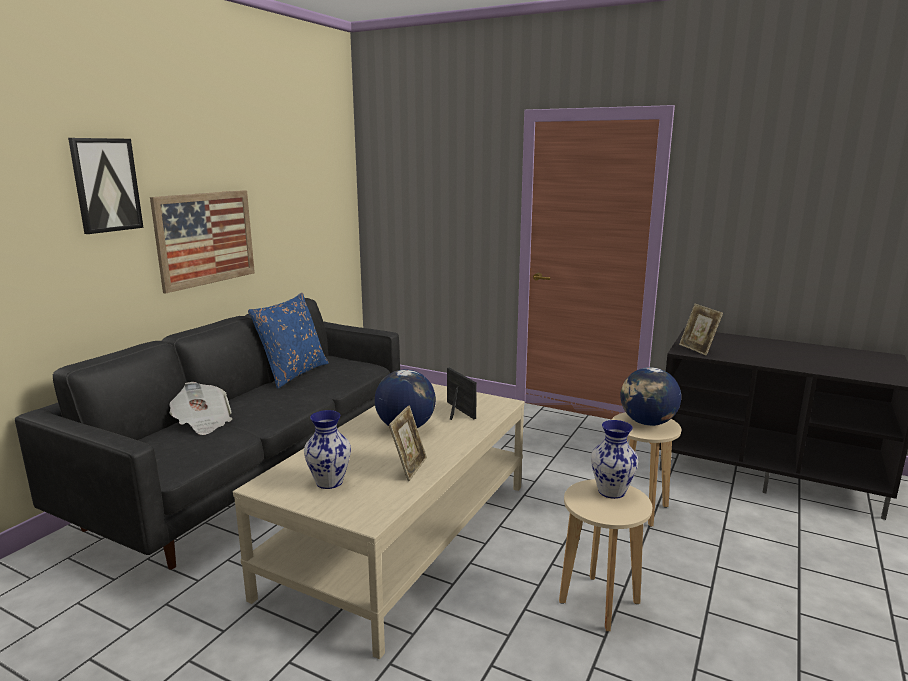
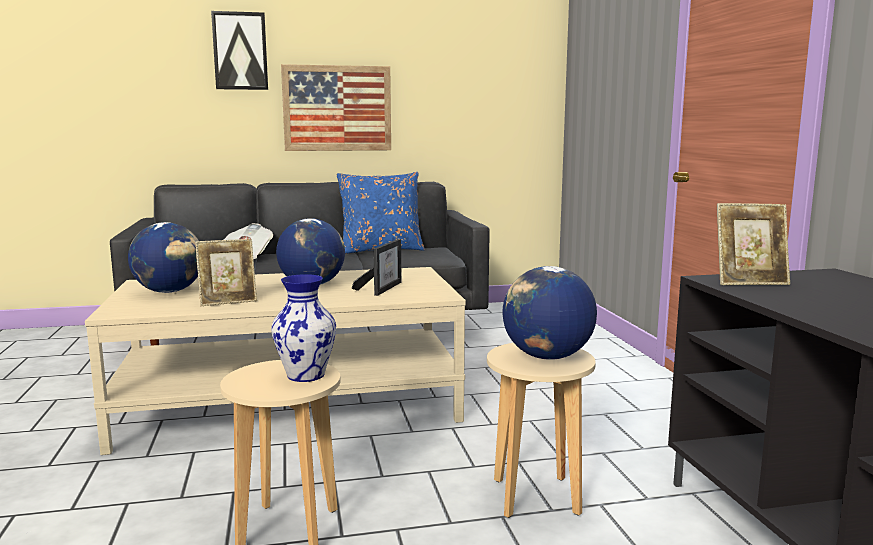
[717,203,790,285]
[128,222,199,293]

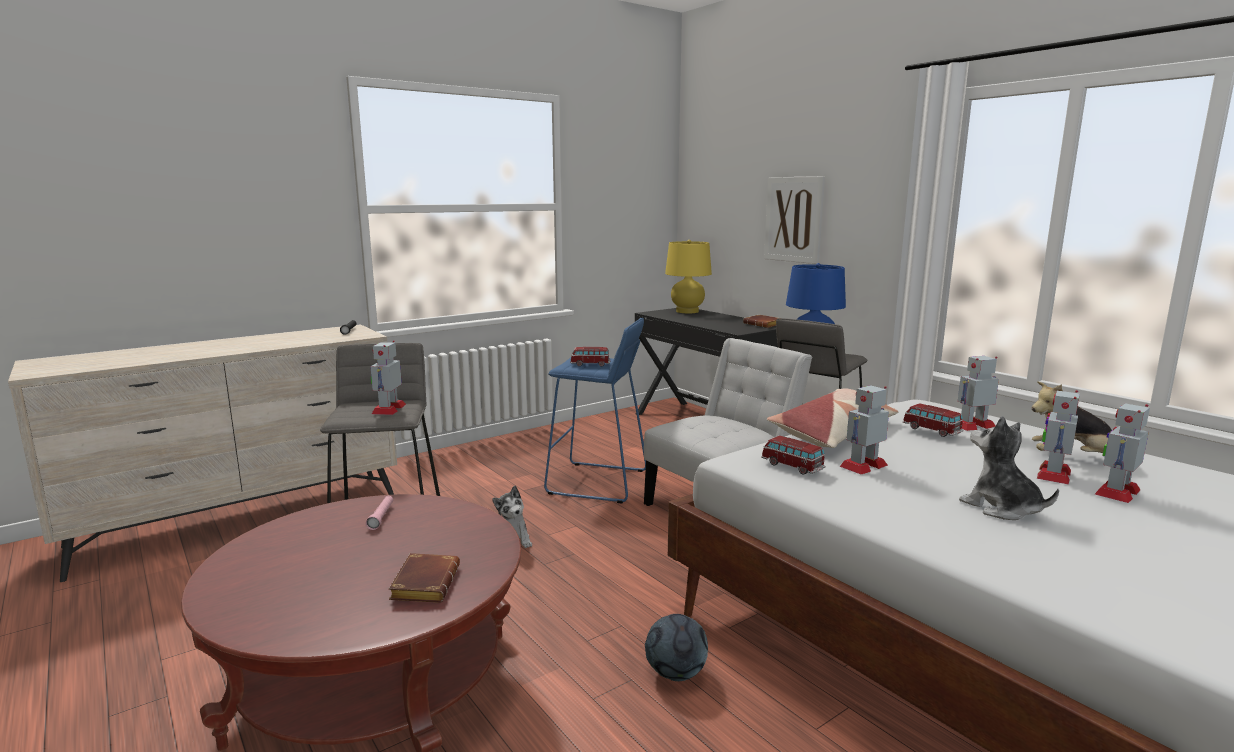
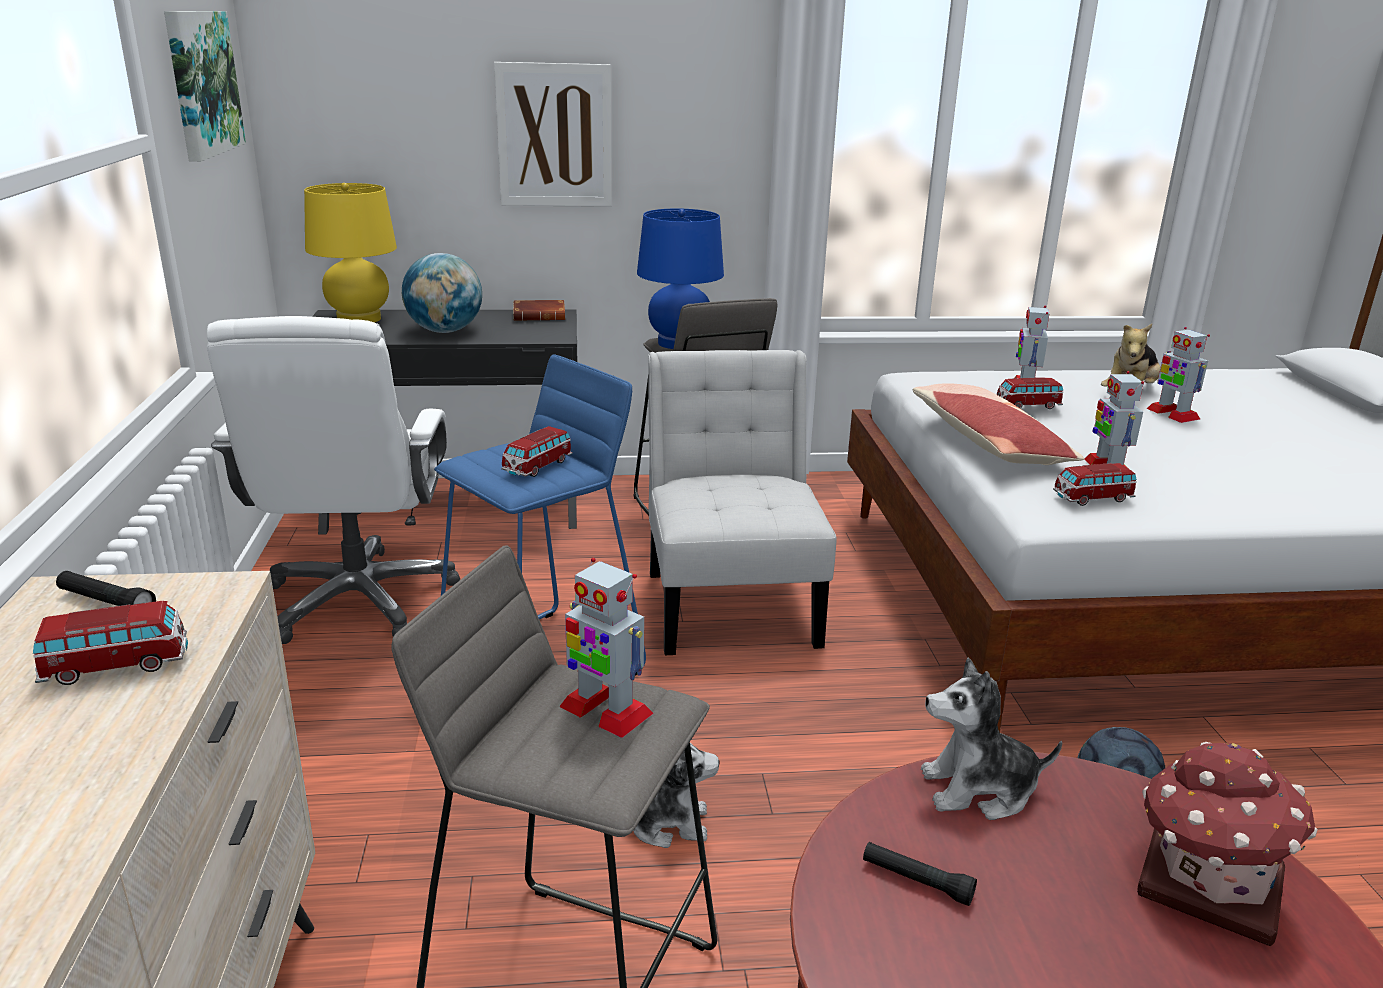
[1095,403,1150,503] (first image)
[921,658,1062,820]
[863,842,977,906]
[1137,742,1318,946]
[164,11,246,162]
[402,253,482,333]
[207,316,460,644]
[33,601,188,685]

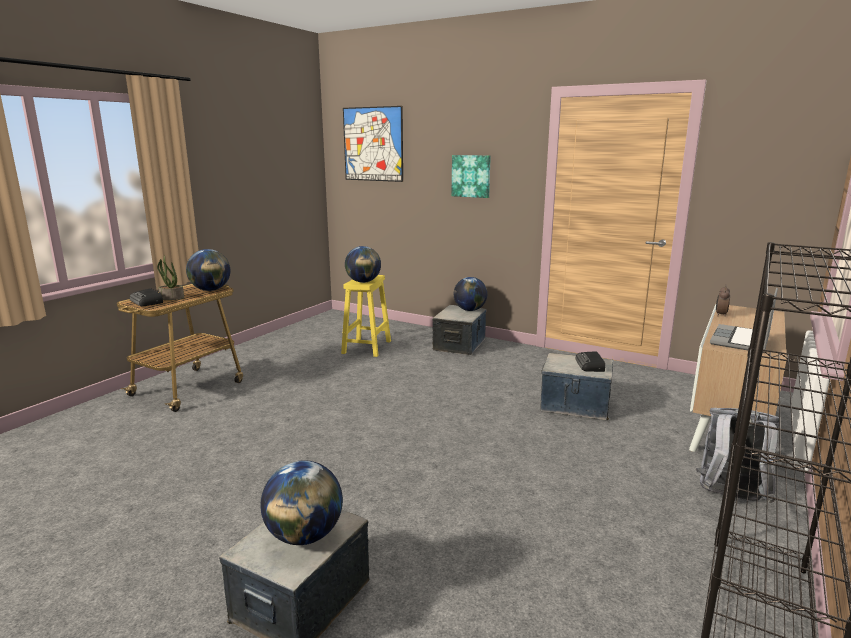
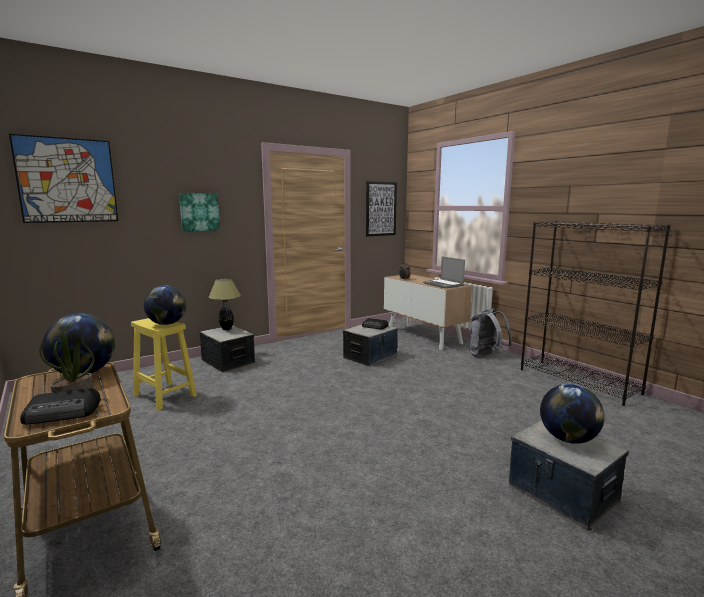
[209,278,241,330]
[366,181,397,236]

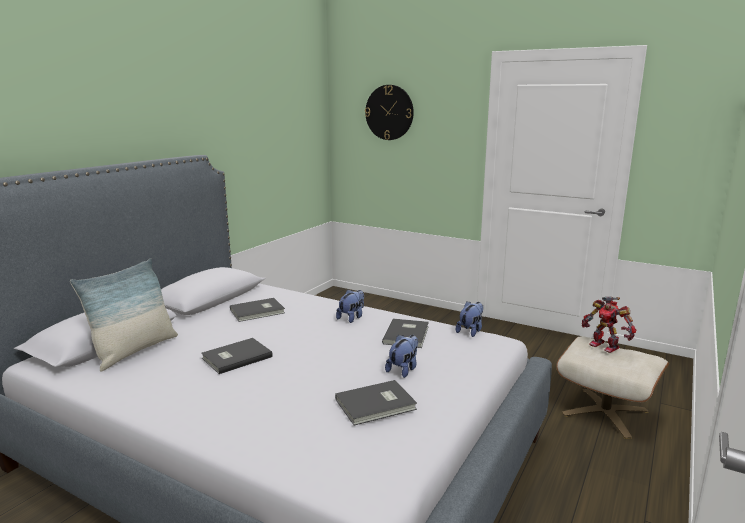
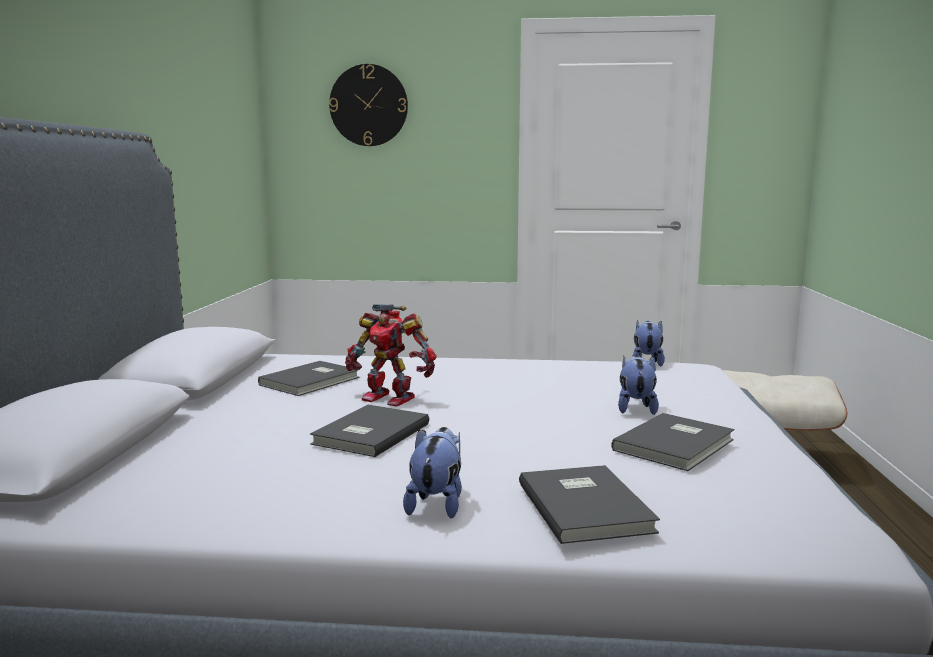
[70,258,178,372] (first image)
[403,427,462,518]
[345,304,436,406]
[519,465,660,544]

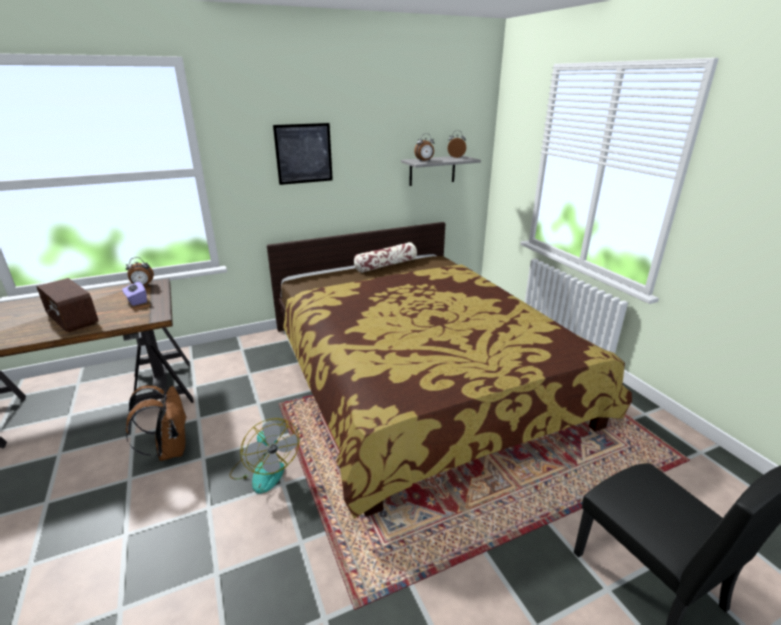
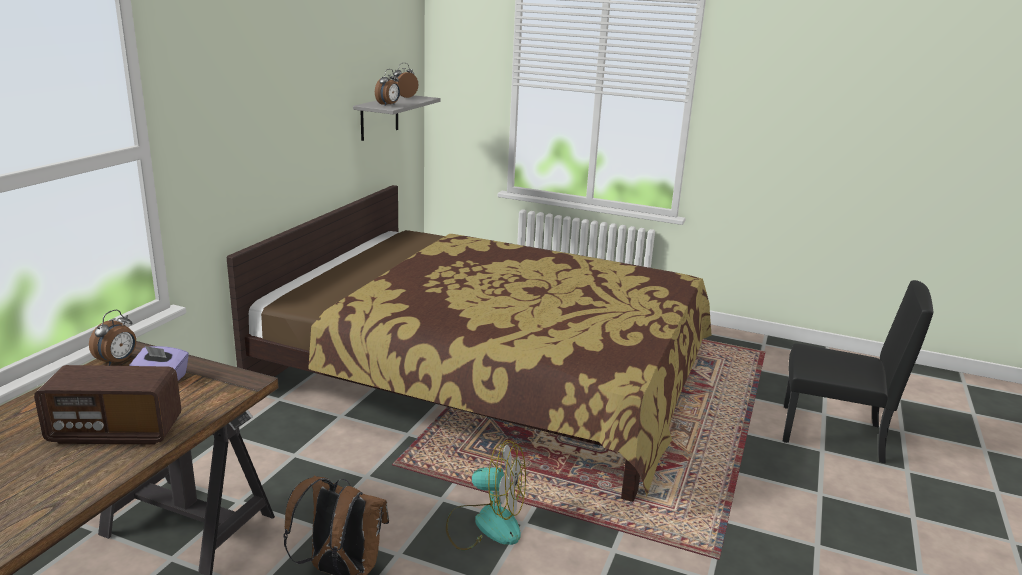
[273,123,333,185] (first image)
[354,242,417,273] (first image)

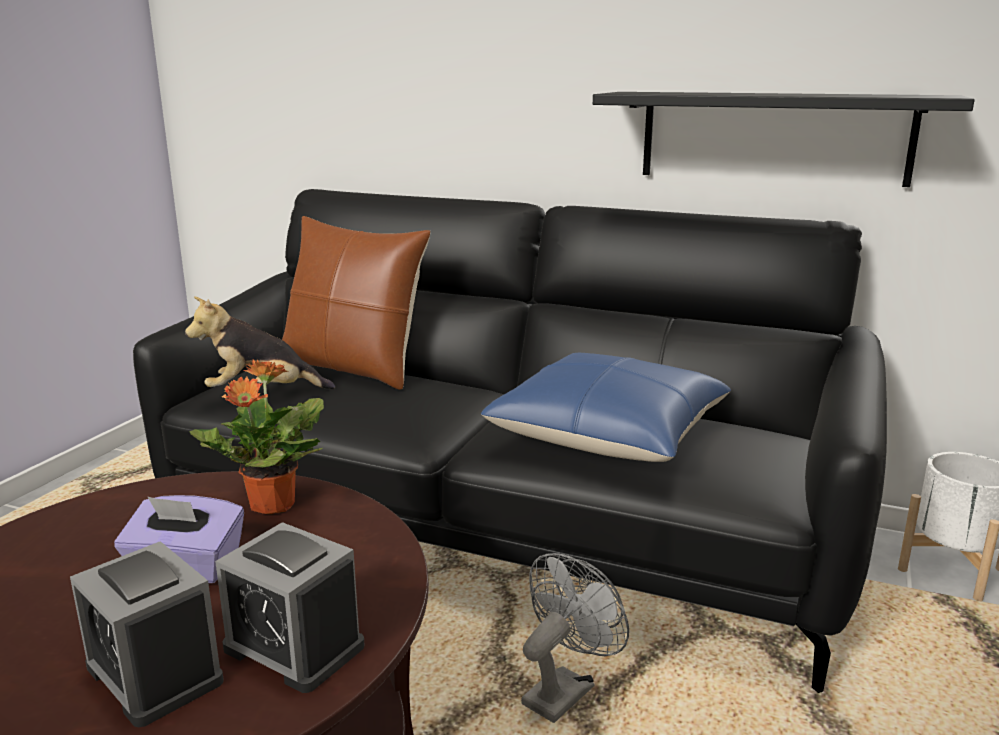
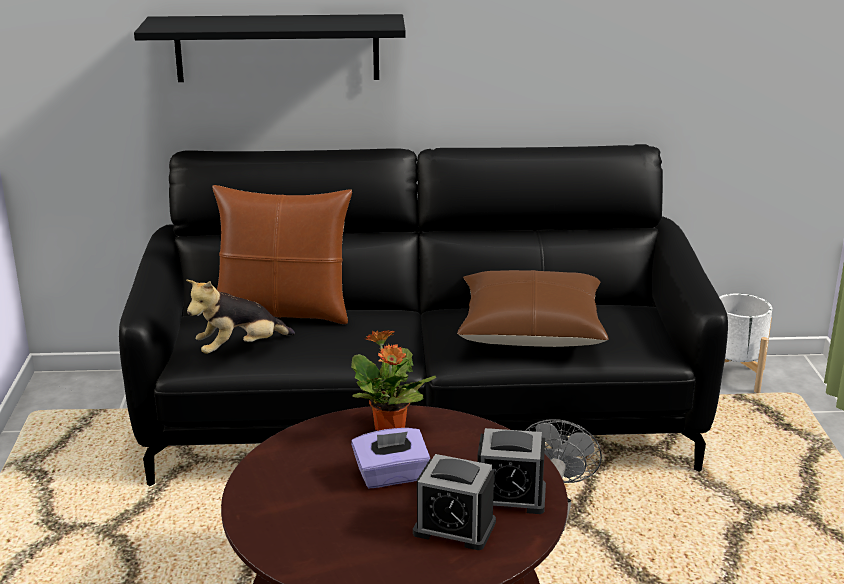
[134,14,406,82]
[457,270,609,347]

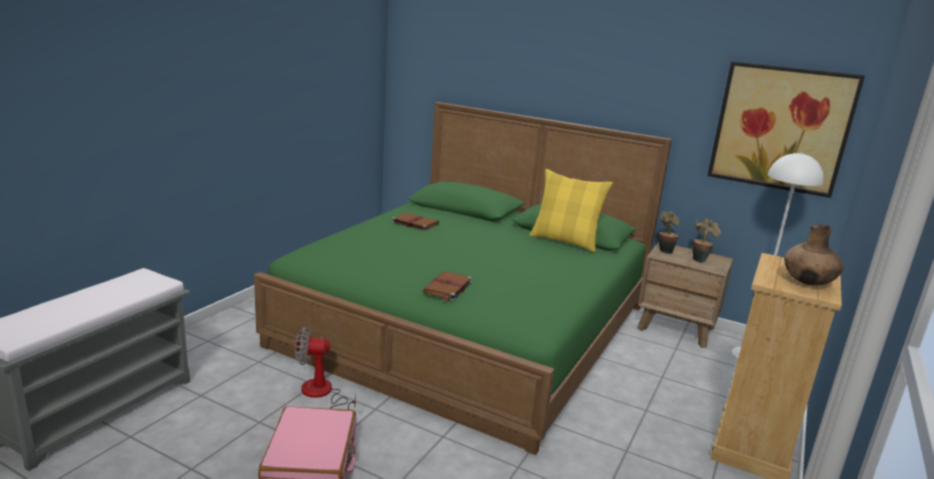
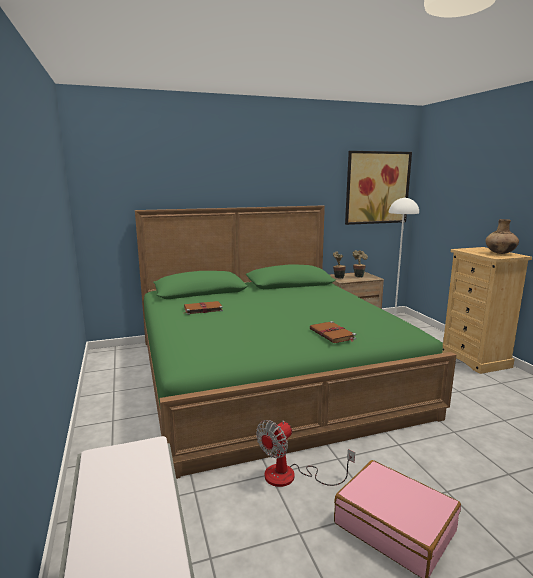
[529,169,613,252] (first image)

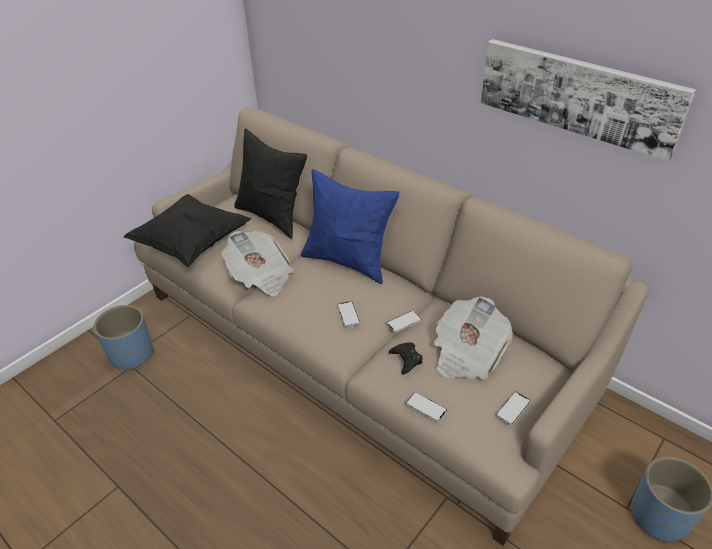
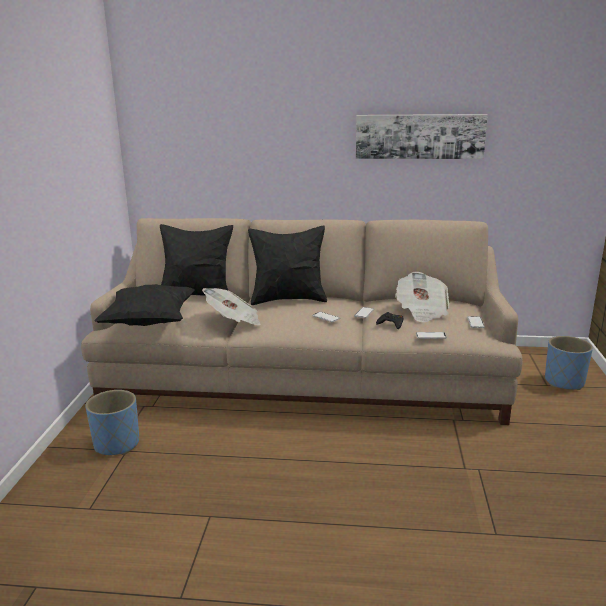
[248,225,327,305]

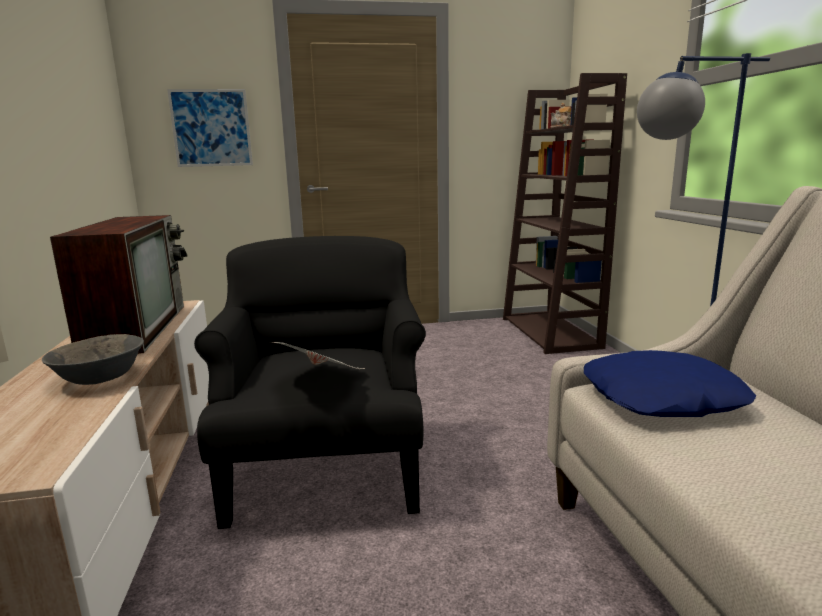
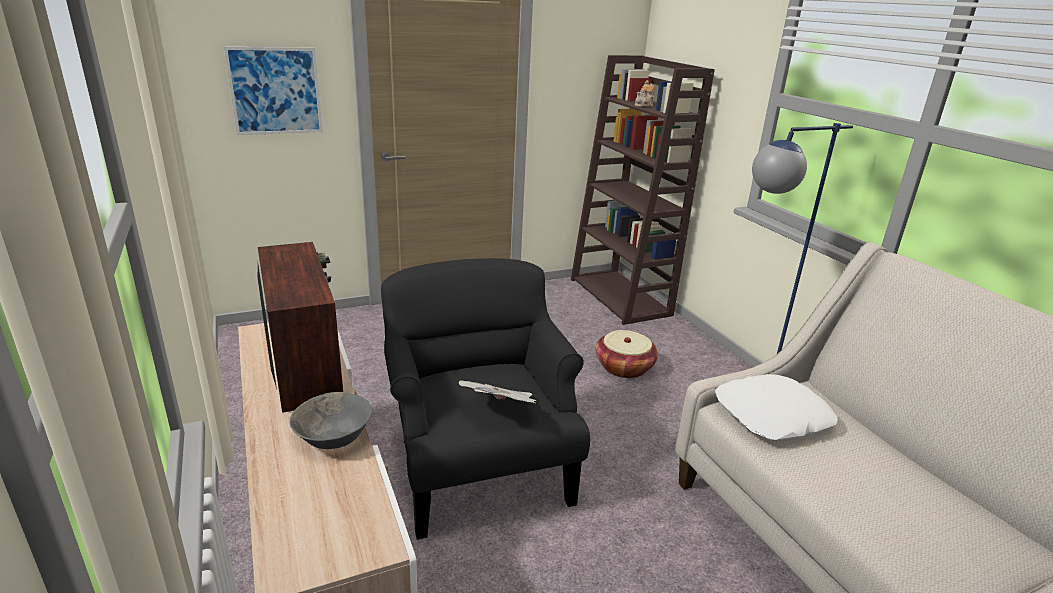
[715,374,838,440]
[595,330,658,378]

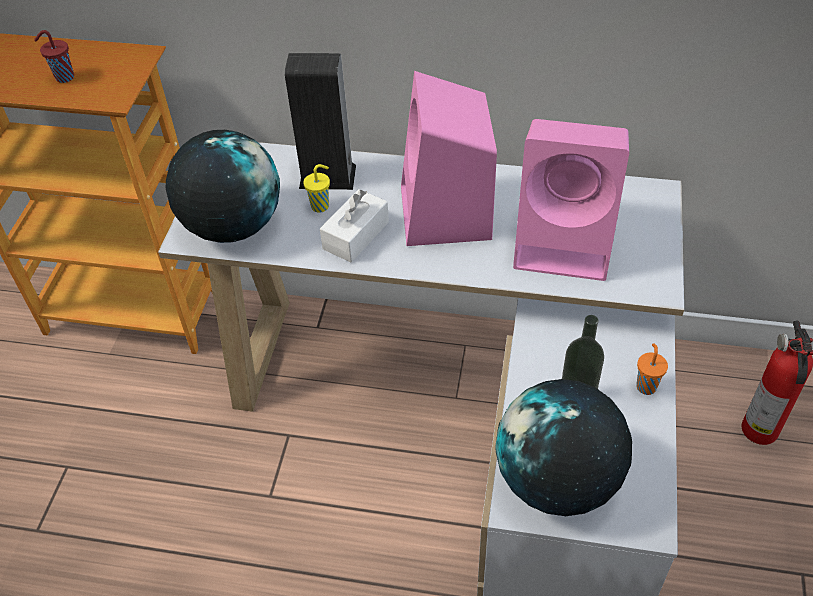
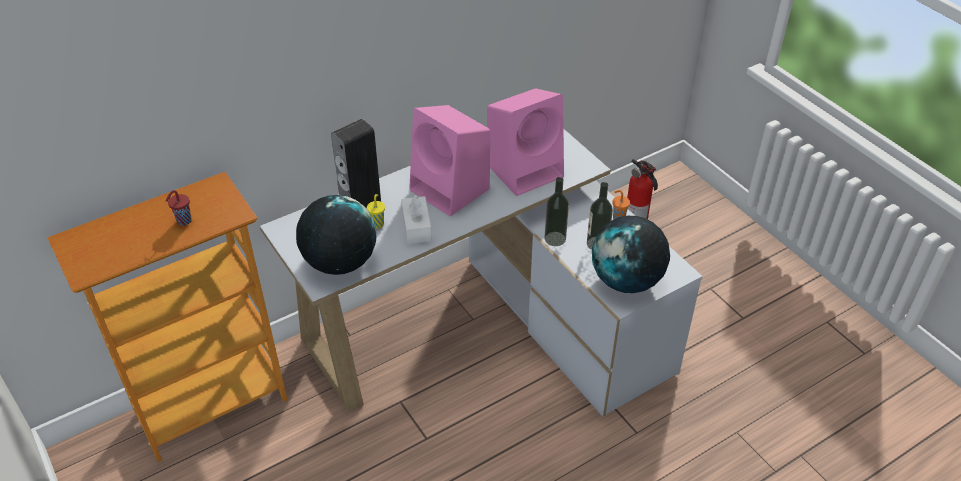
[544,177,569,246]

